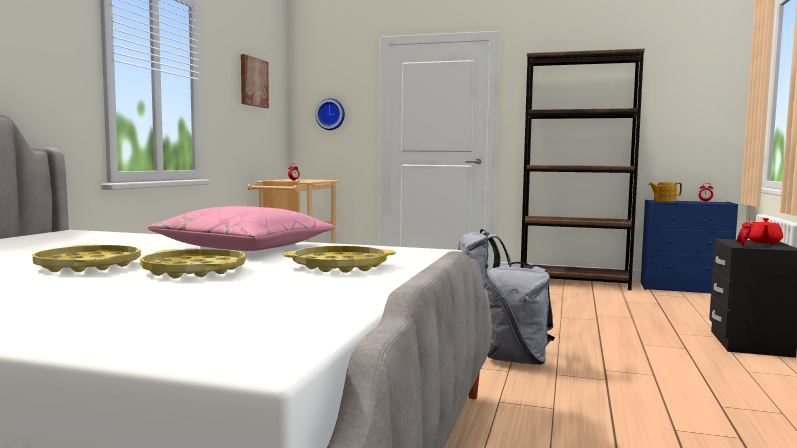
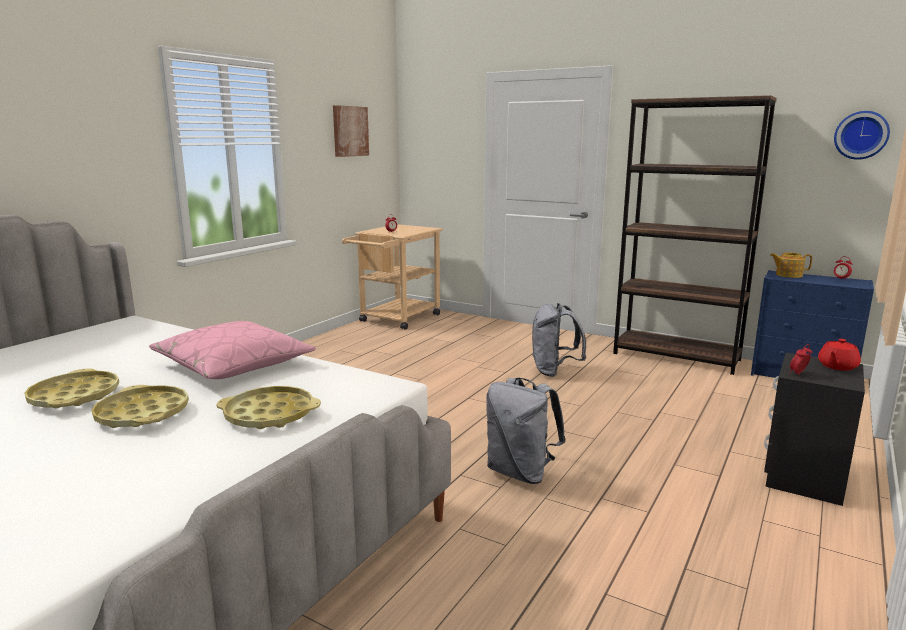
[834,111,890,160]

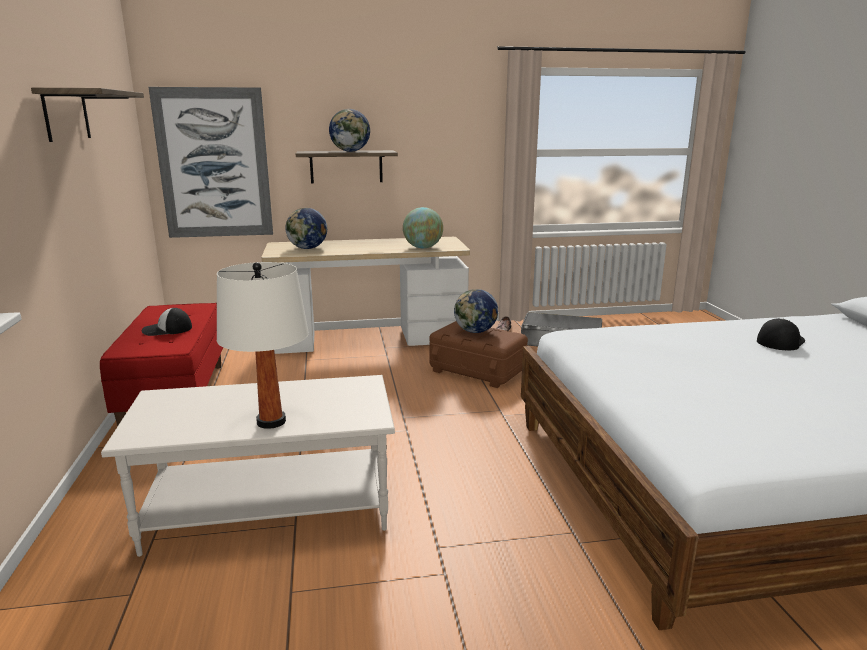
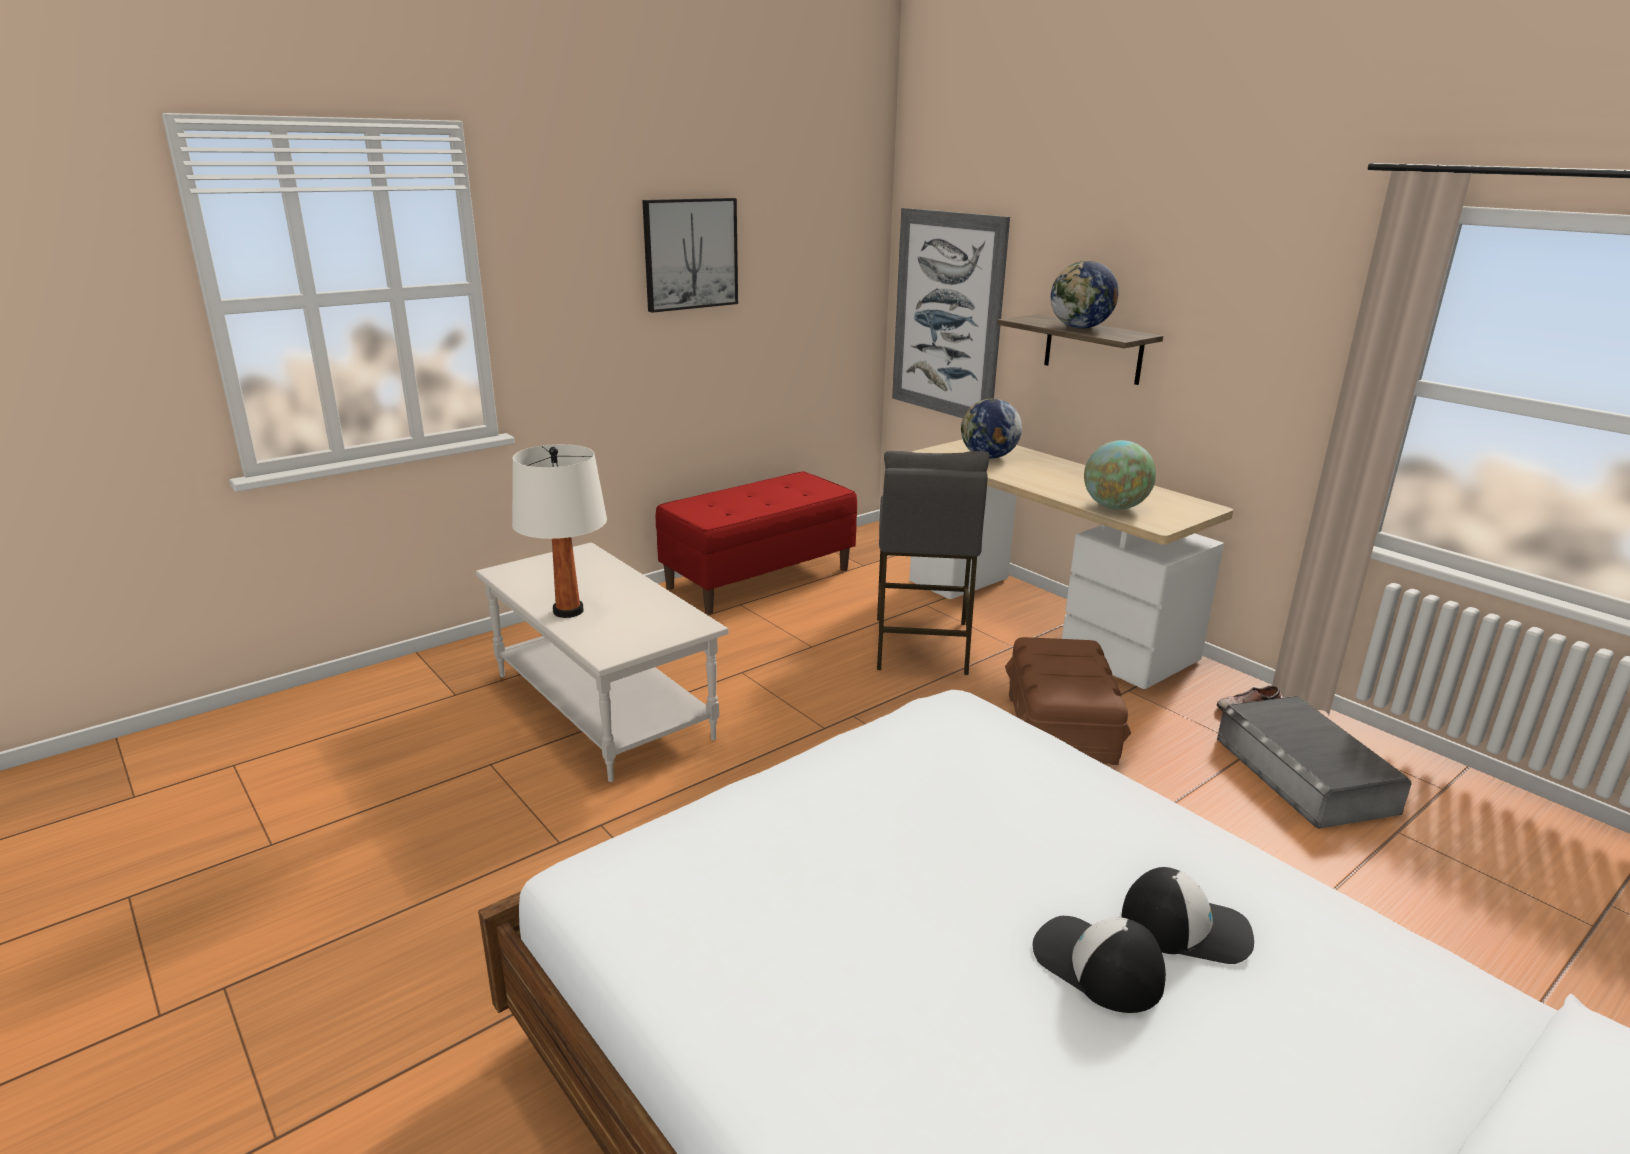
[642,198,738,313]
[454,289,498,333] (first image)
[1033,916,1166,1013]
[877,451,990,675]

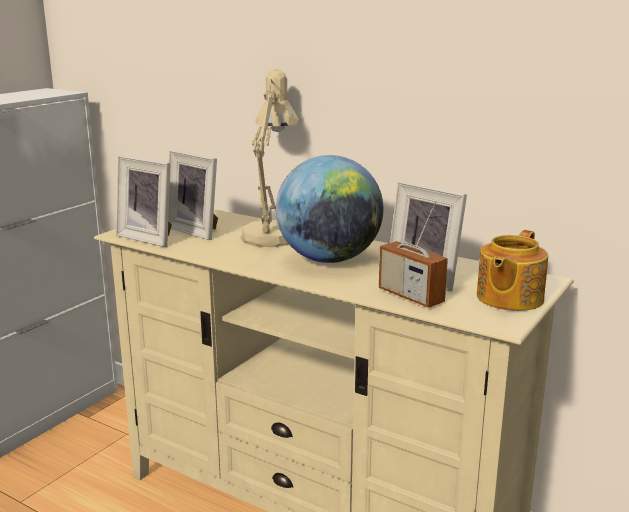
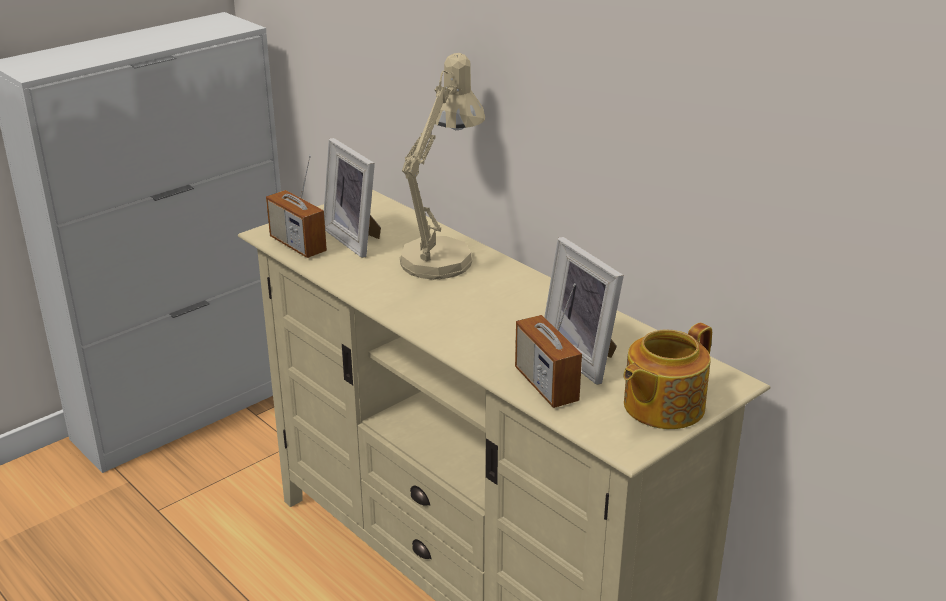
[266,155,327,258]
[276,155,383,263] (first image)

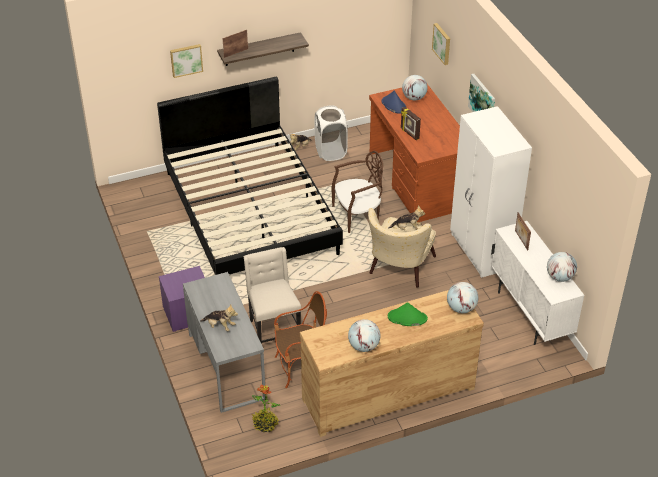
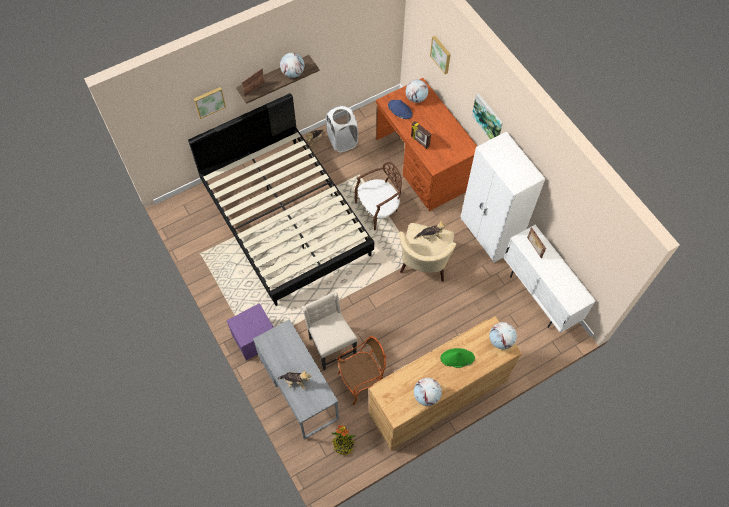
[280,53,304,78]

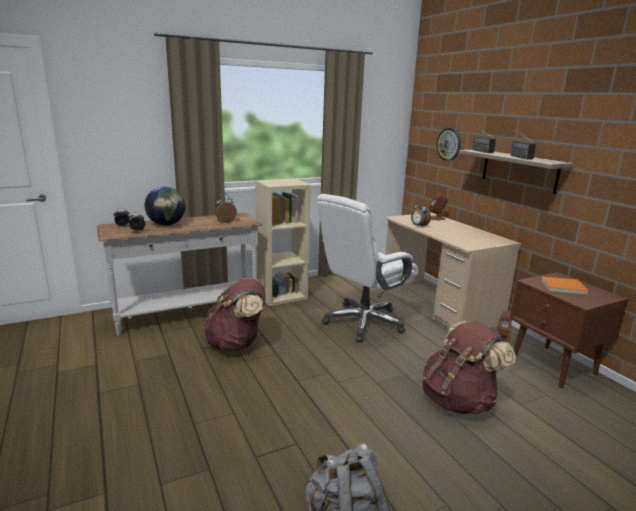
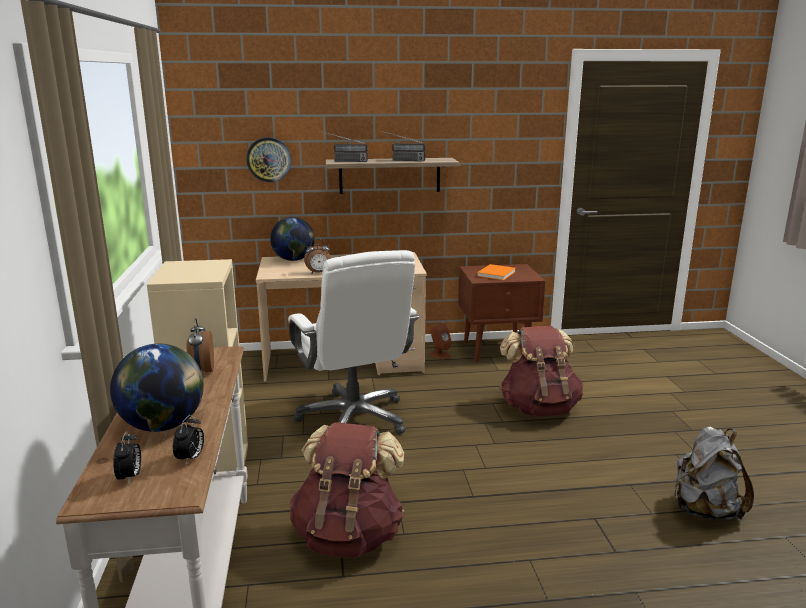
[270,217,315,261]

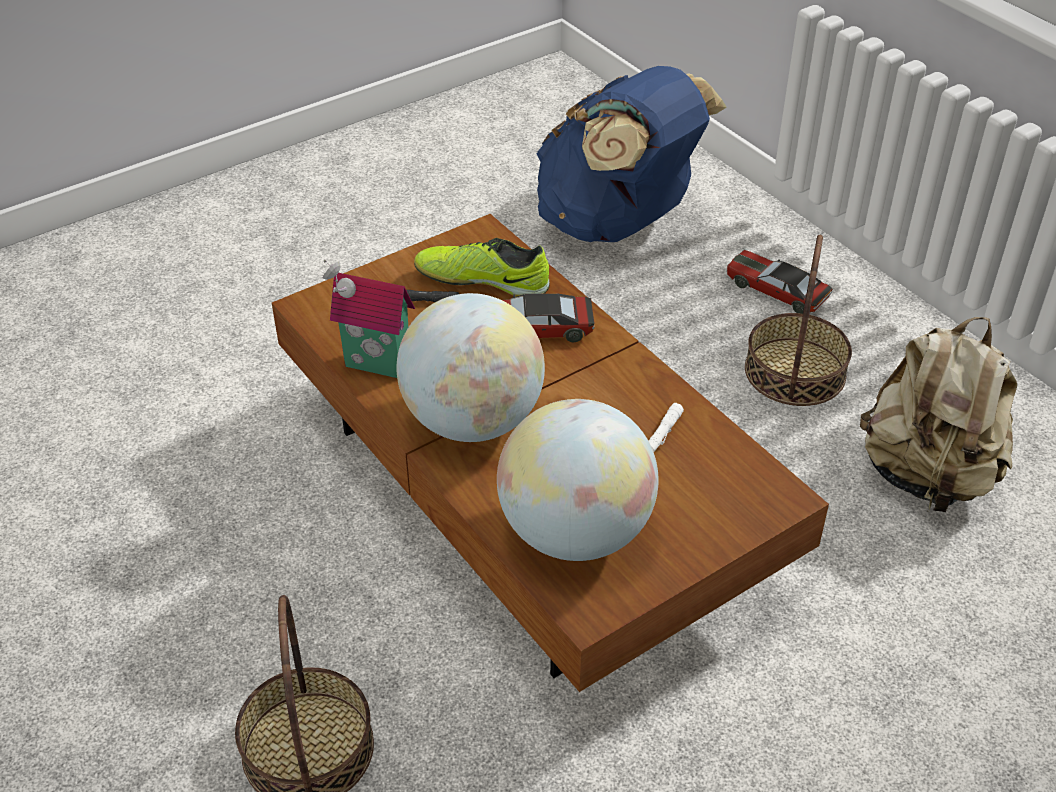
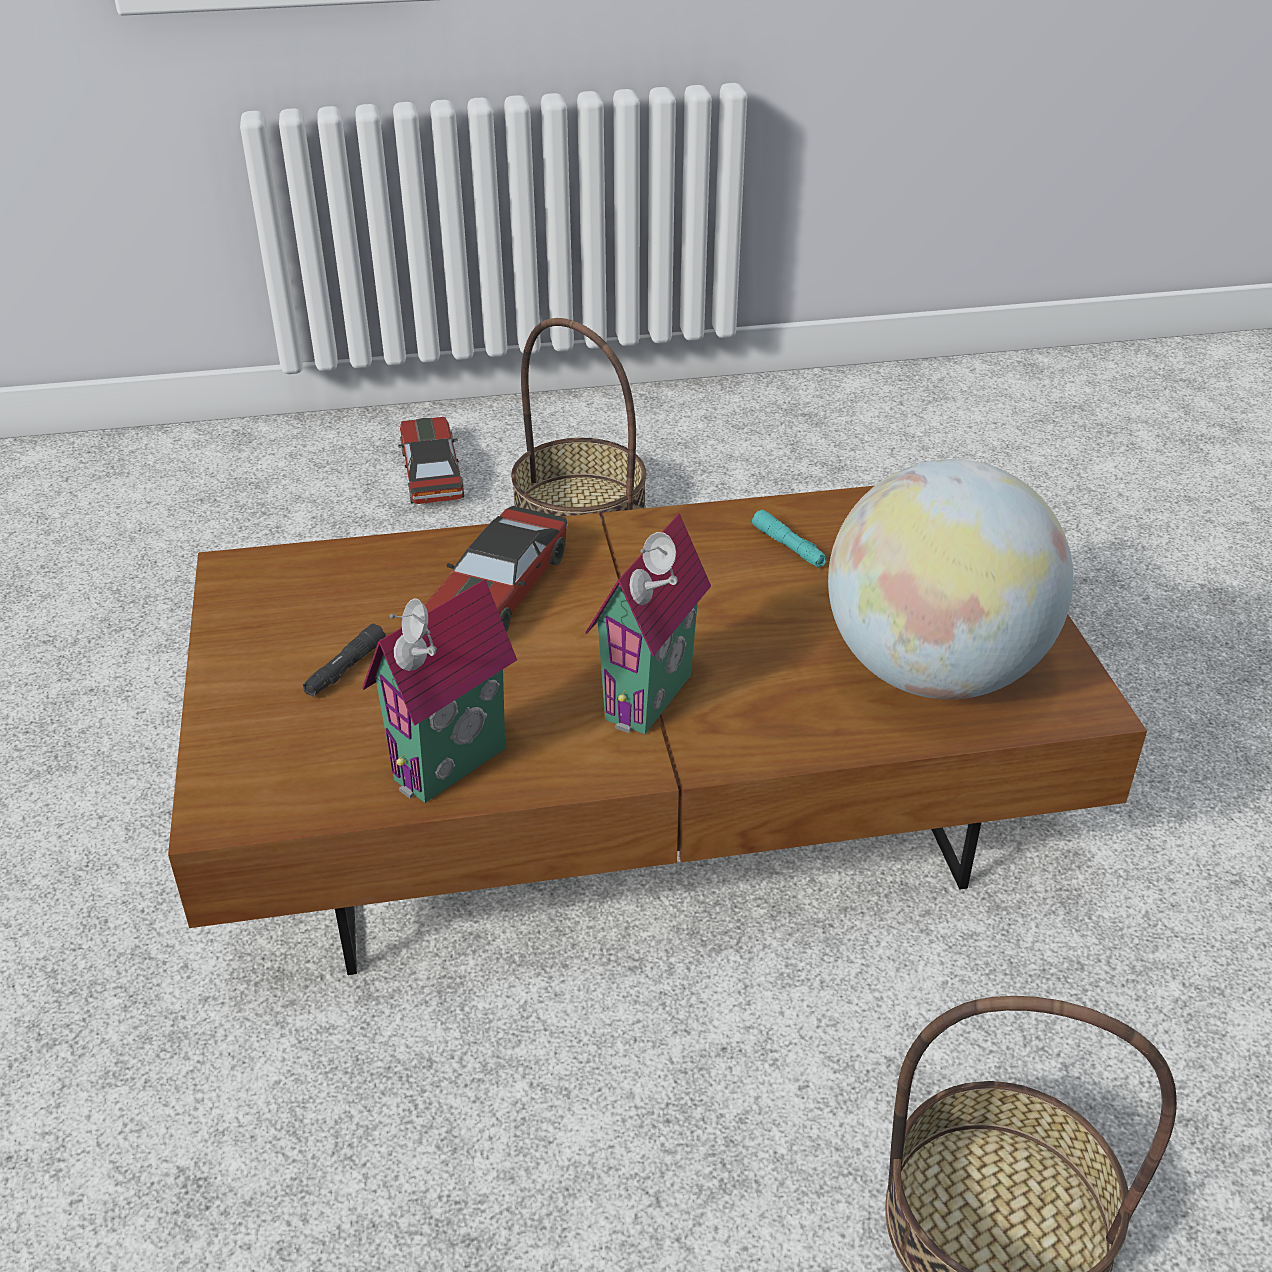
[537,66,727,242] (first image)
[414,238,550,296] (first image)
[398,417,464,504]
[585,513,711,734]
[860,317,1017,512] (first image)
[752,510,827,568]

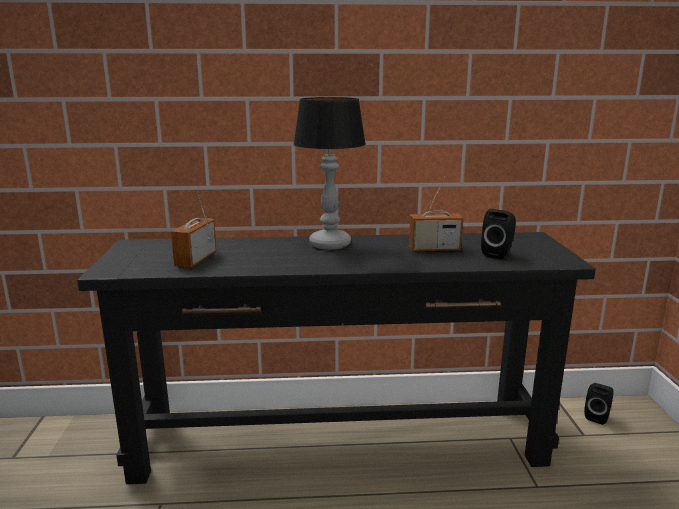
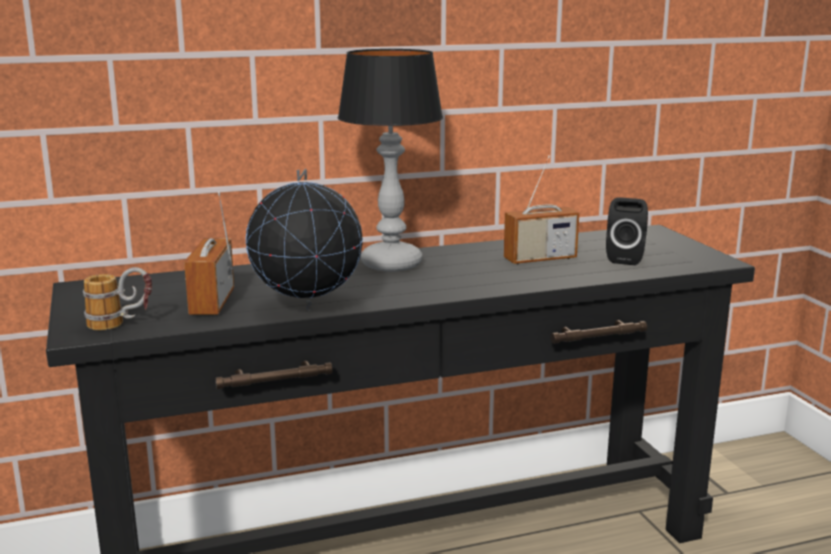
[584,383,614,425] (first image)
[246,169,363,311]
[83,267,152,330]

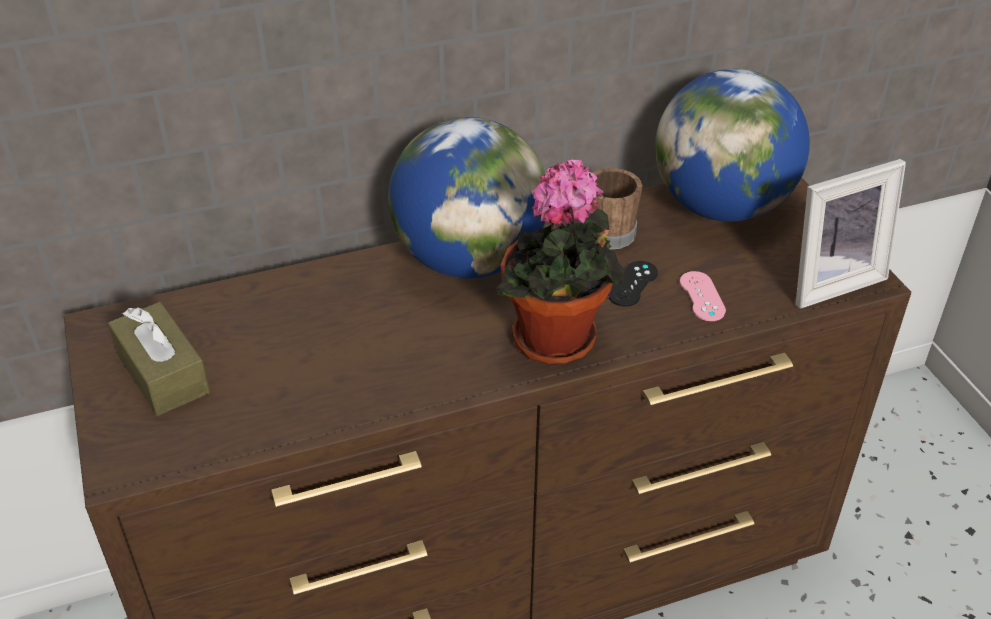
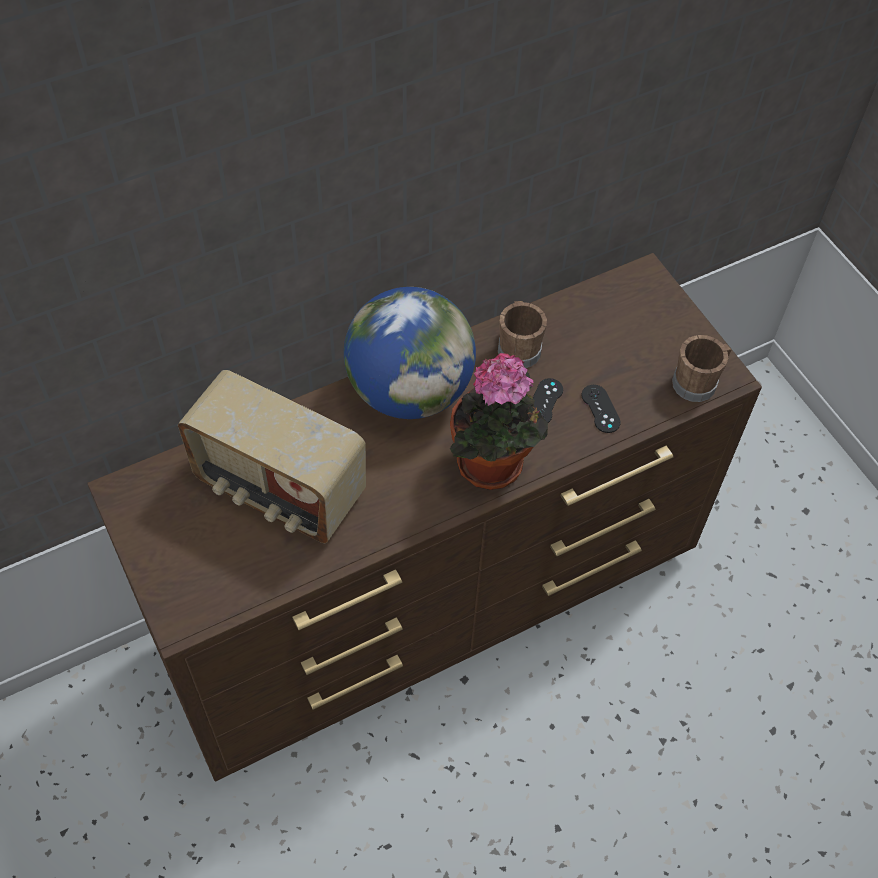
[655,69,810,222] (first image)
[672,335,732,402]
[582,385,621,433]
[108,302,210,416] (first image)
[178,370,366,543]

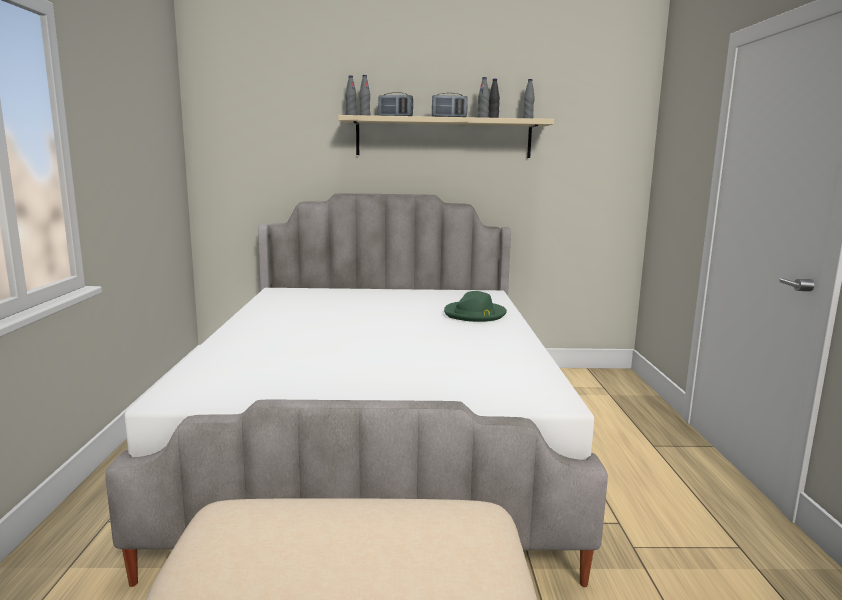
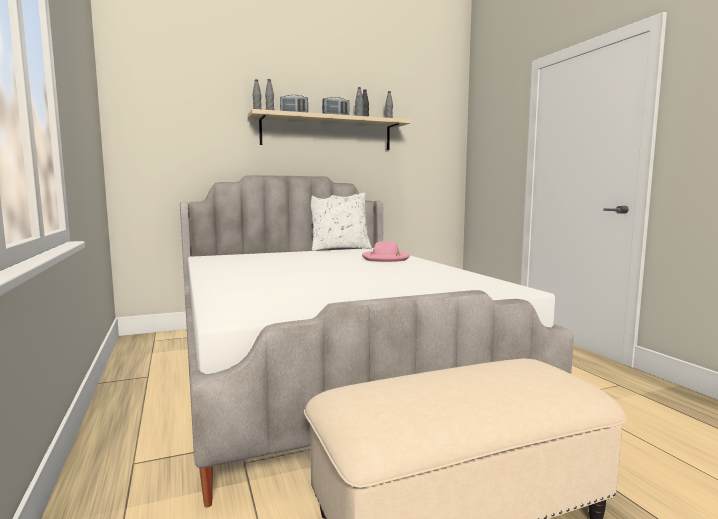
[362,241,410,262]
[311,192,372,251]

